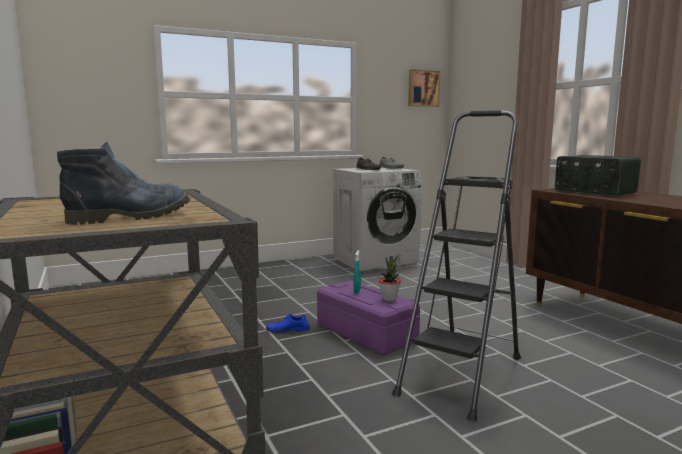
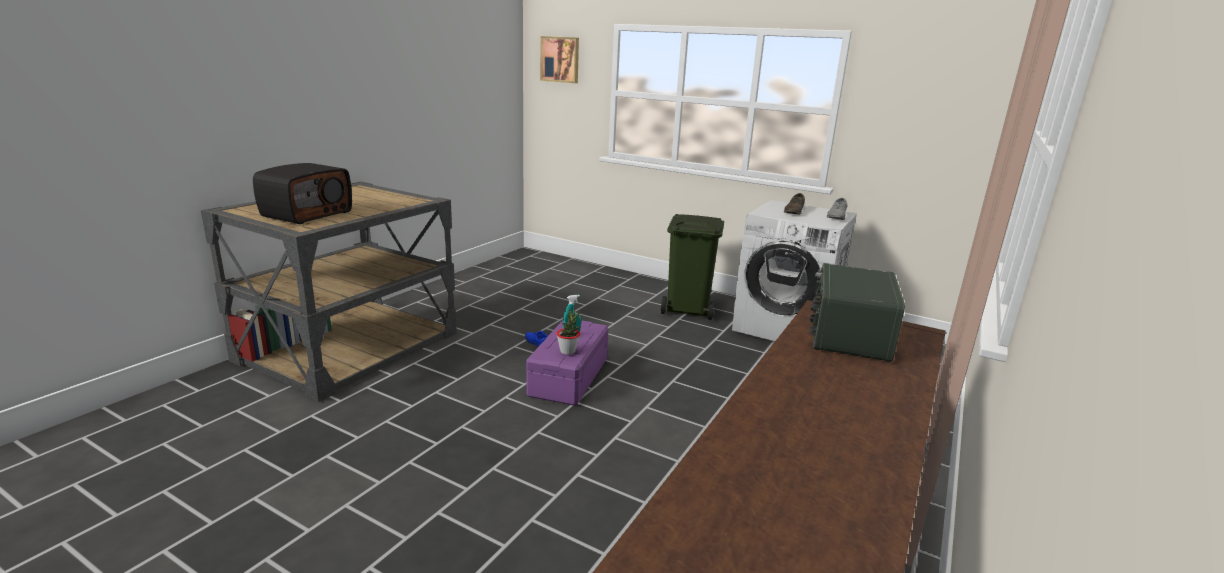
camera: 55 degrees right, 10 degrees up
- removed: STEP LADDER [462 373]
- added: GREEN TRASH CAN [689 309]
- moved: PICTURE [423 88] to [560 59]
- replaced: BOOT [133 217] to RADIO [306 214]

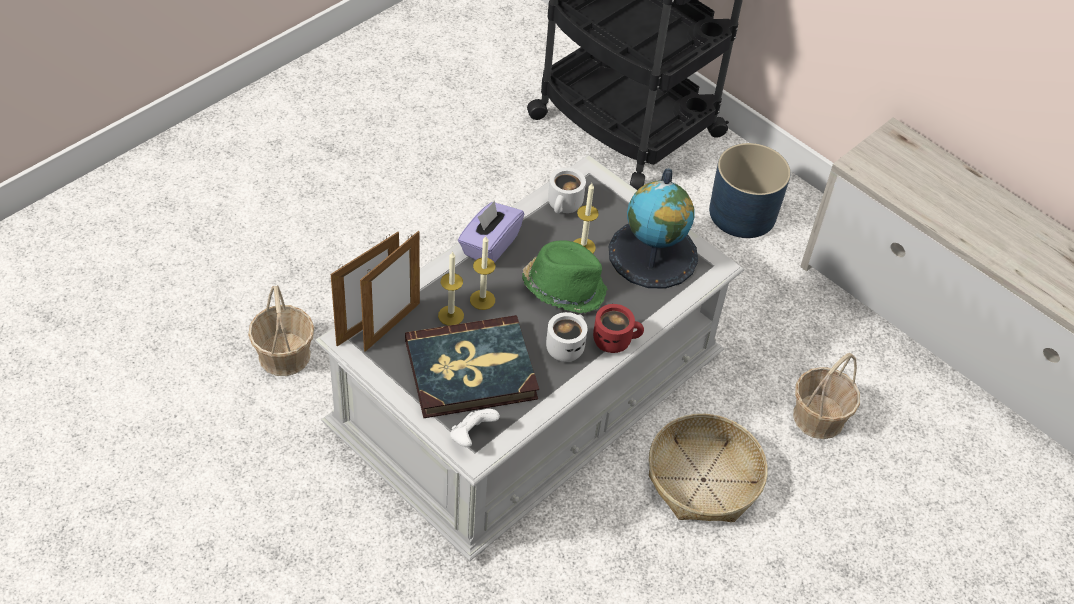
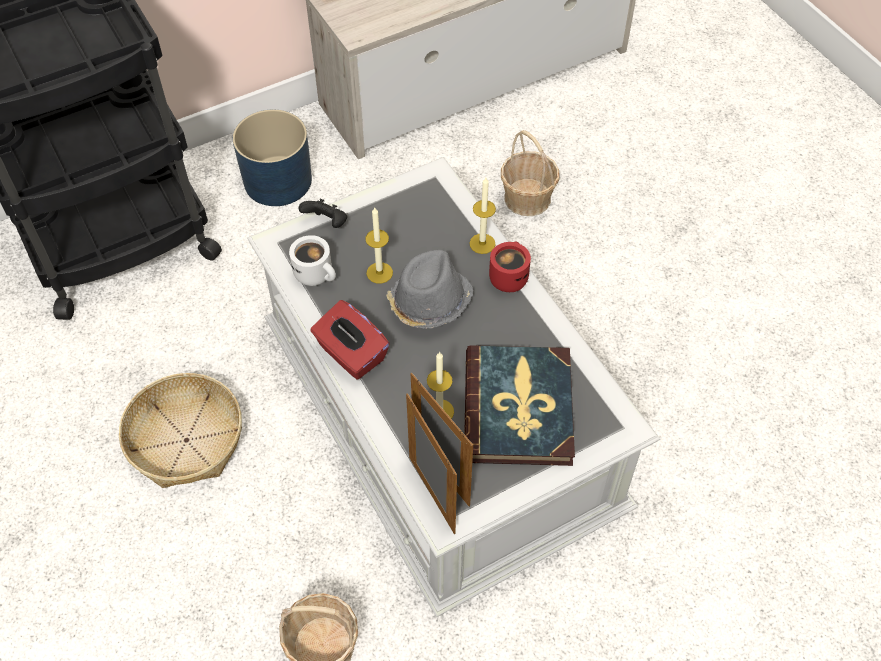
camera: 70 degrees left, 5 degrees up
- removed: WHITE GAME CONTROLLER [471 436]
- removed: WHITE MUG [565 346]
- removed: GLOBE [653 254]
- added: BLACK GAME CONTROLLER [327 223]
- moved: CANDLE [482 300] to [482 243]
- moved: BASKET [703 479] to [186 440]
- recoloured: PURPLE TISSUE BOX [489 245] to RED TISSUE BOX [351 354]
- recoloured: GREEN HAT [564 287] to GREY HAT [429 302]

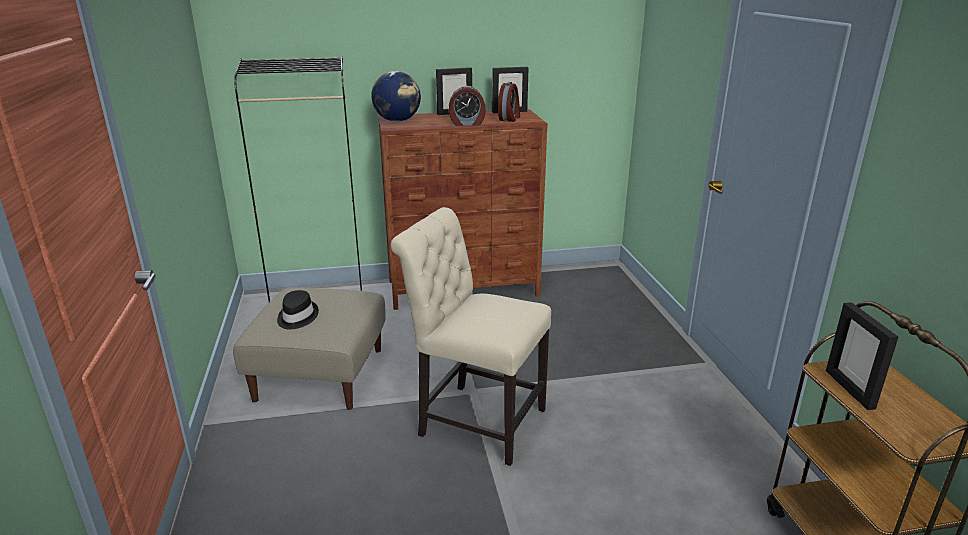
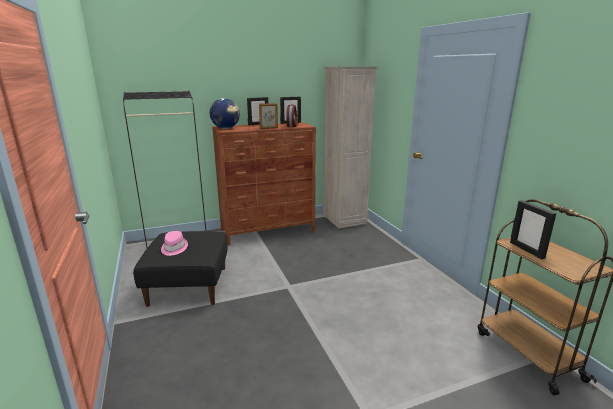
camera: 10 degrees left, 5 degrees down
- removed: BEIGE CHAIR [475 419]
- added: BEIGE CABINET [344 219]
- replaced: ALARM CLOCK [467 123] to PICTURE FRAME [269 128]
- recoloured: BEIGE OTTOMAN [320 373] to BLACK OTTOMAN [188 285]
- recoloured: BLACK HAT [297 317] to PINK HAT [174 248]

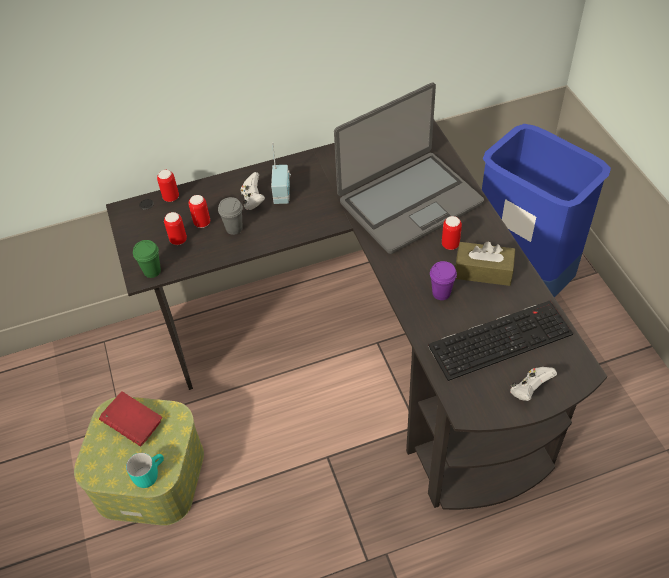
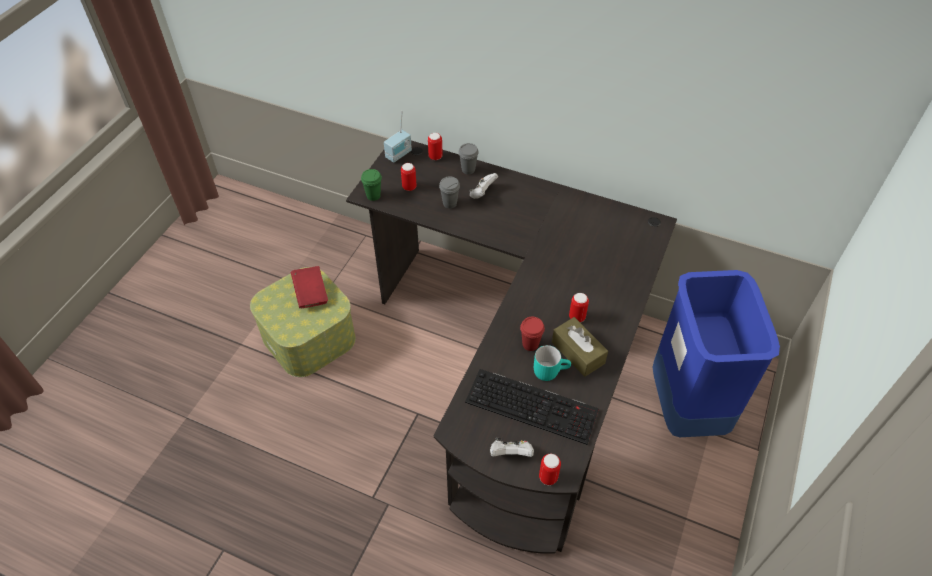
camera: 40 degrees right, 0 degrees up
- removed: LAPTOP [409 202]
- added: GREY CUP [468 170]
- moved: TURQUOISE MUG [148 473] to [549 370]
- moved: CAN [202 223] to [548 477]
- moved: RADIO [283 194] to [399 155]
- recoloured: PURPLE CUP [441 293] to RED CUP [530 344]

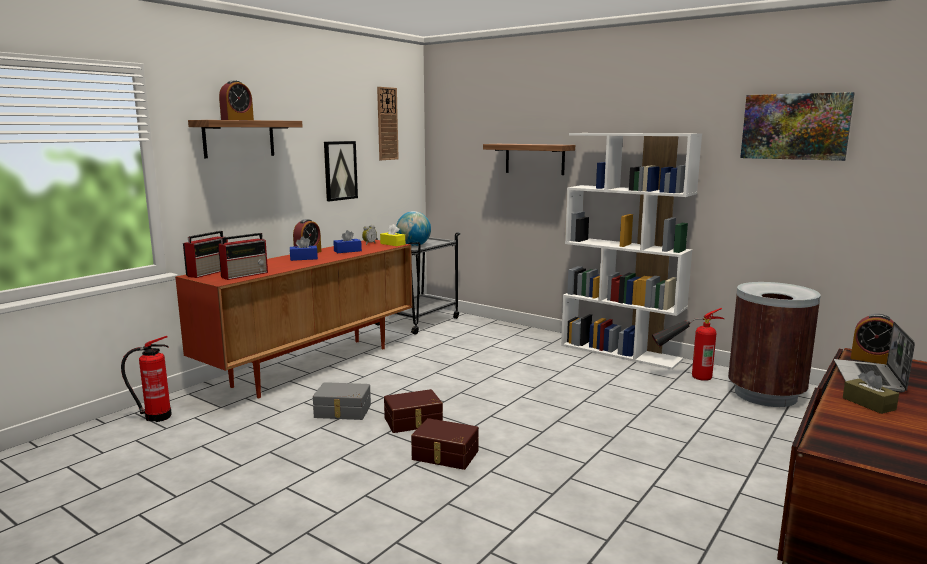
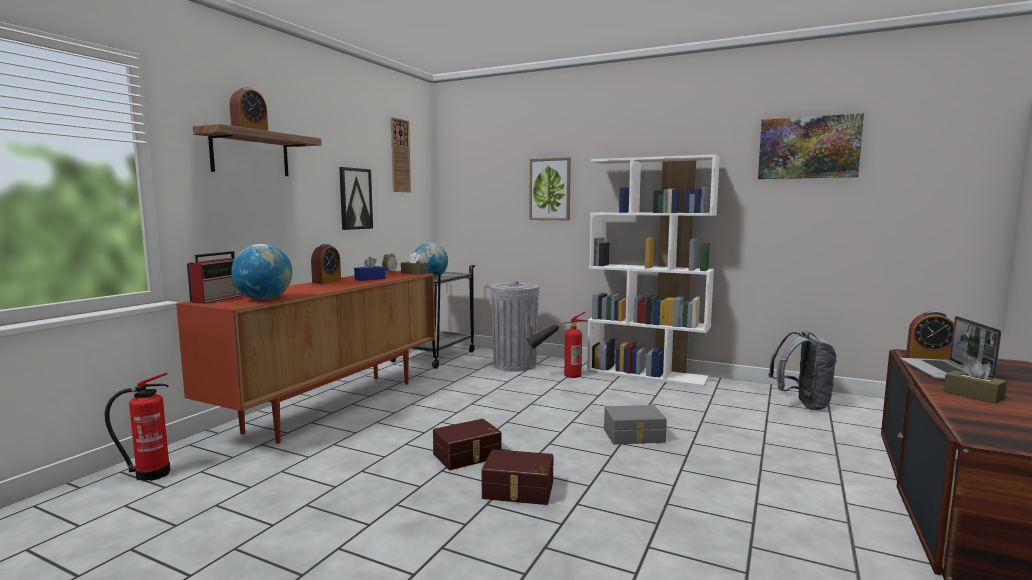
camera: 10 degrees left, 5 degrees down
- removed: BLUE TISSUE BOX [303 258]
- added: GREY TRASH CAN [514 365]
- moved: GREY STORAGE BOX [342 411] to [634 436]
- moved: FIRE EXTINGUISHER [683 377] to [557 376]
- replaced: RADIO [245 275] to GLOBE [264 299]
- replaced: SHELF [534 159] to PICTURE [550 189]
- replaced: BROWN TRASH CAN [765 394] to GREY BACKPACK [802 404]
- recoloured: YELLOW TISSUE BOX [392 244] to BROWN TISSUE BOX [414 273]

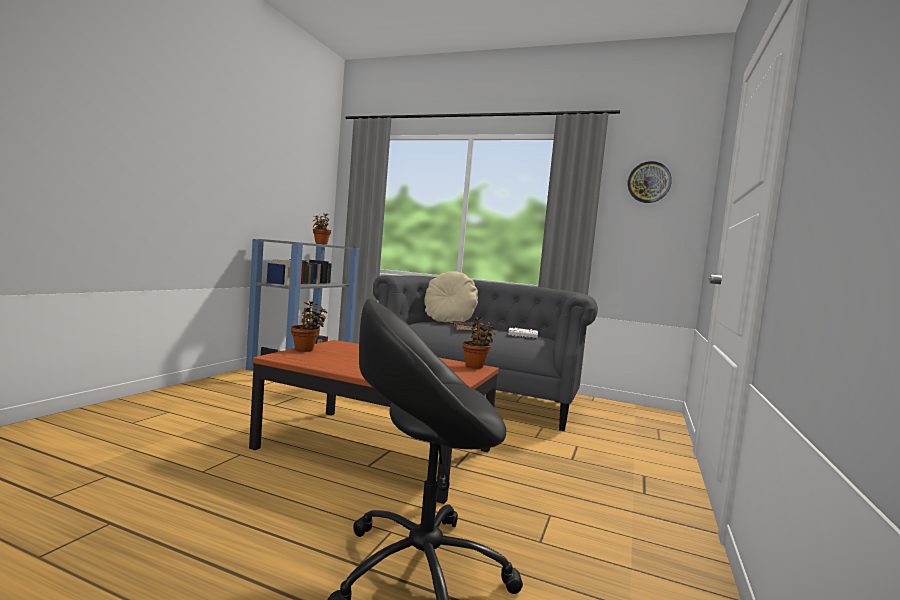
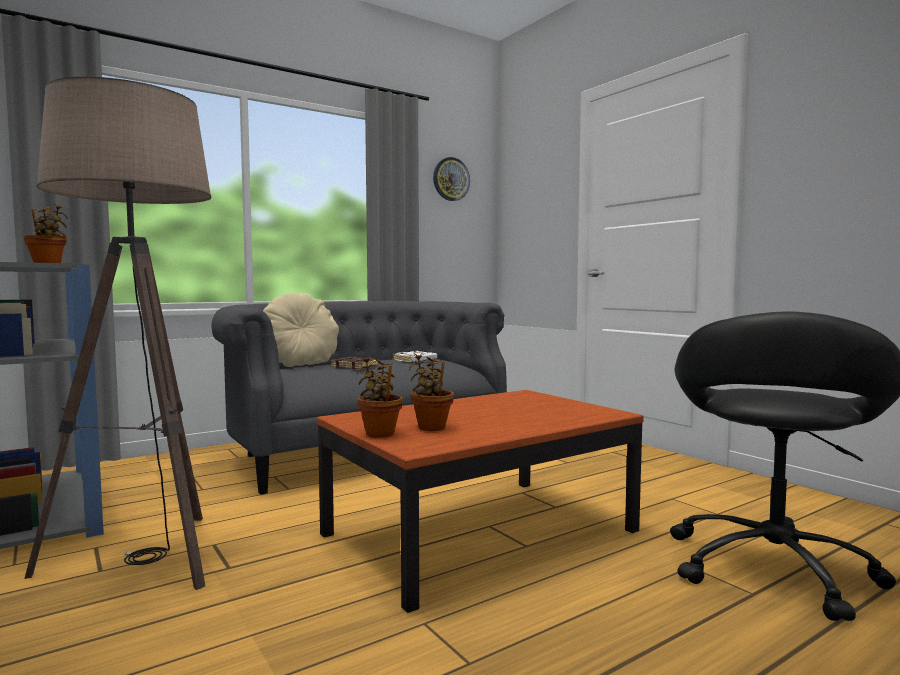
camera: 55 degrees left, 0 degrees up
- added: FLOOR LAMP [146 558]
- moved: POTTED PLANT [475 366] to [431 427]

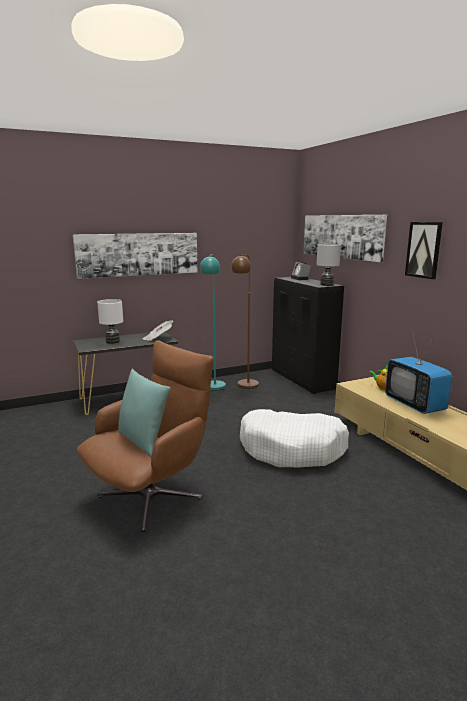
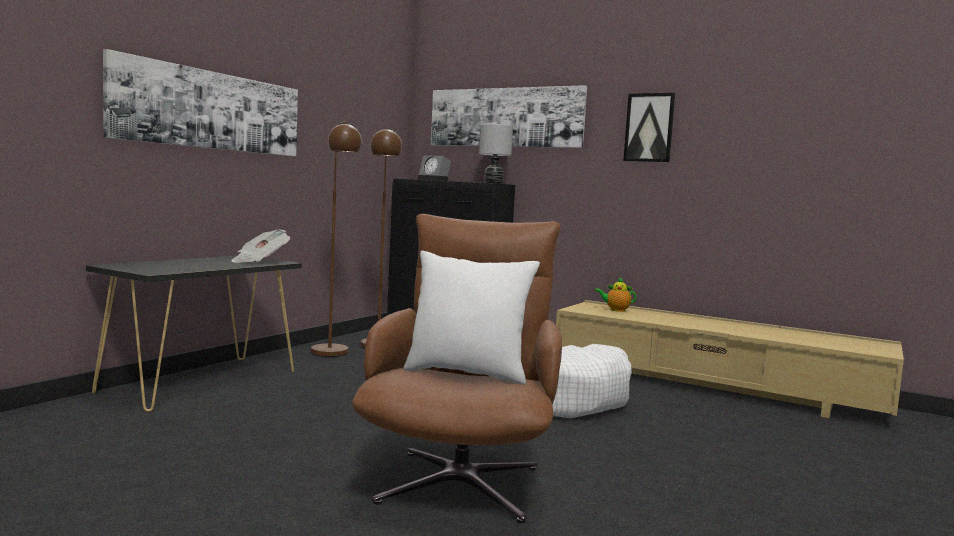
camera: 35 degrees left, 10 degrees down
- removed: WHITE TABLE LAMP [112 341]
- removed: TELEVISION [414 405]
- recoloured: TURQUOISE PILLOW [143 441] to WHITE PILLOW [467 373]
- recoloured: TURQUOISE FLOOR LAMP [214 389] to BROWN FLOOR LAMP [333 355]

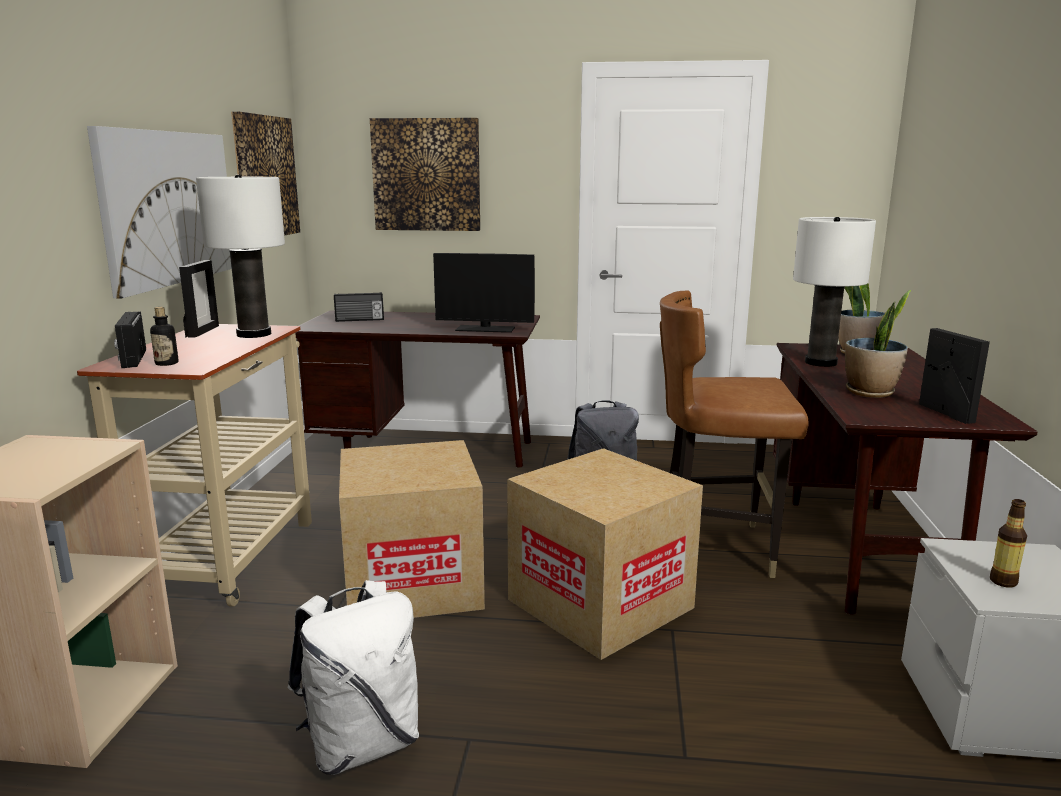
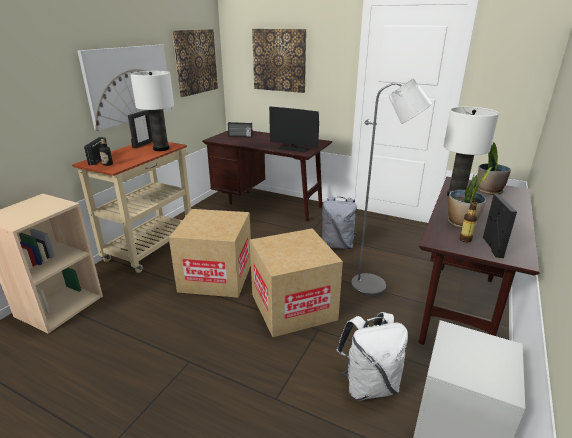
camera: 20 degrees right, 10 degrees up
- moved: WHITE BACKPACK [361 744] to [369 385]
- moved: BOTTLE [1003 581] to [465 239]
- replaced: BROWN CHAIR [715 547] to GREY FLOOR LAMP [375 287]

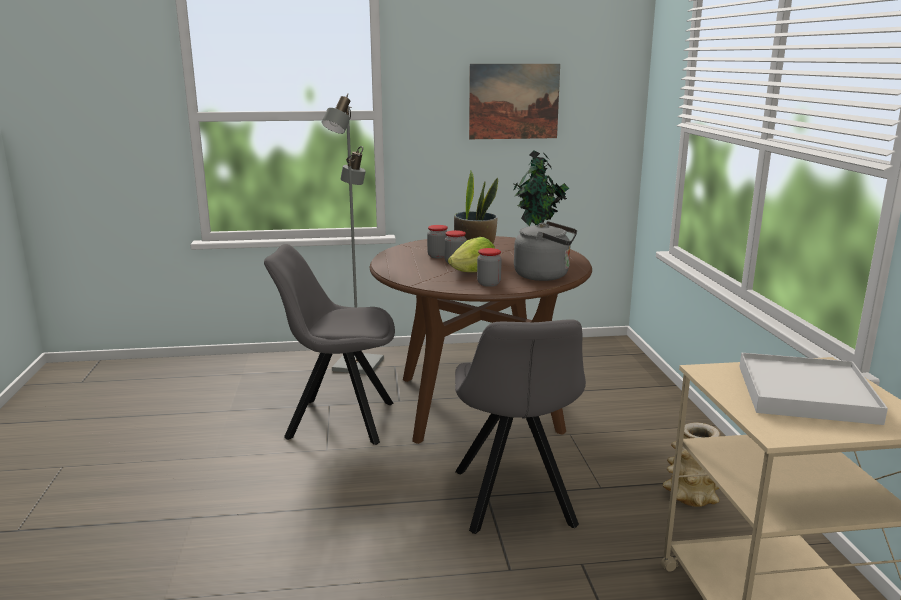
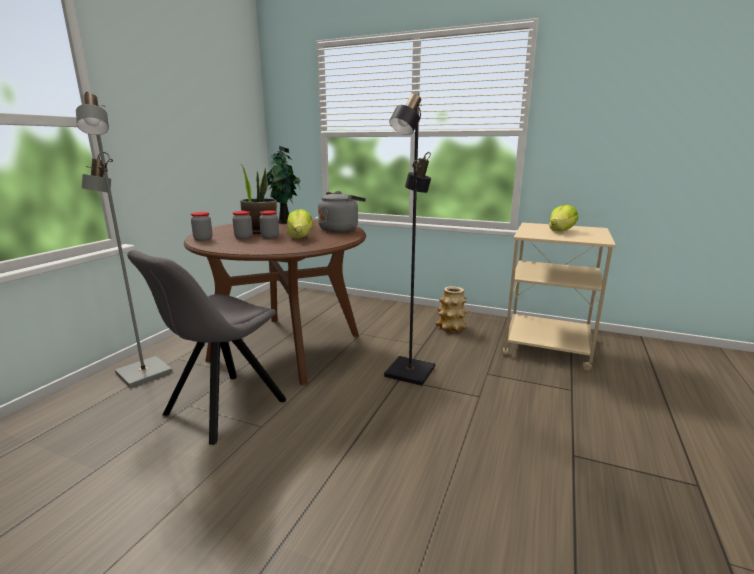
camera: 60 degrees left, 0 degrees up
- removed: PICTURE [514 101]
- moved: JAR [489 284] to [203 239]
- replaced: GREY CHAIR [514 498] to BLACK FLOOR LAMP [410 371]
- replaced: WHITE TRAY [806 394] to LETTUCE [561 231]

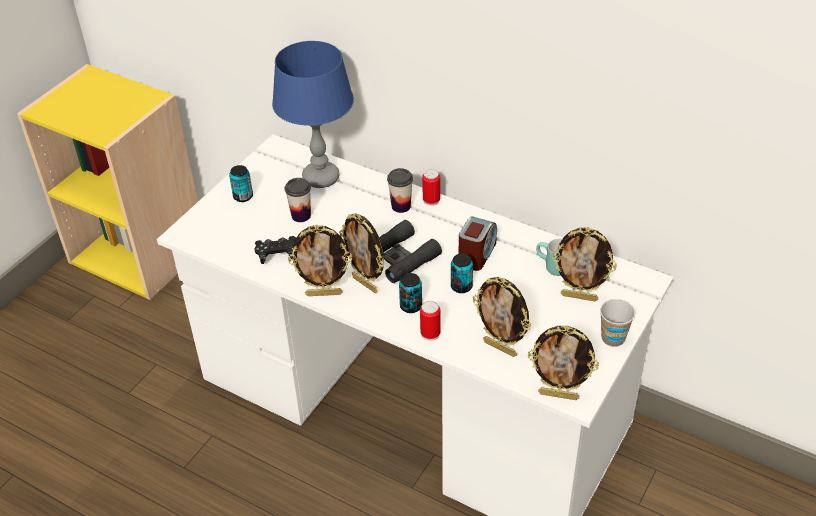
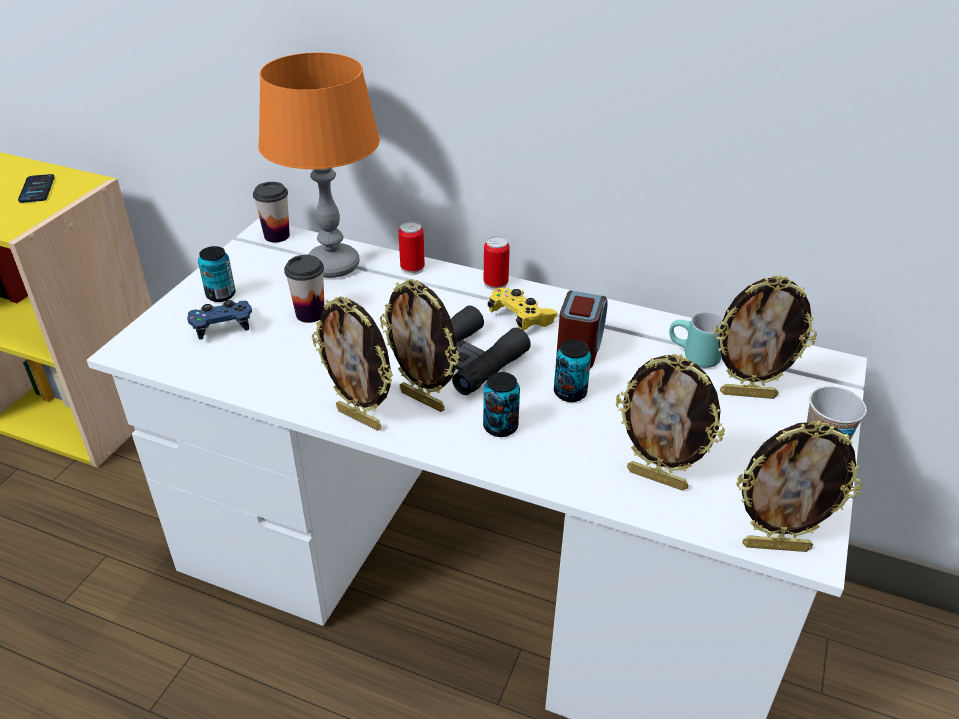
camera: 10 degrees left, 5 degrees down
- removed: BLACK GAME CONTROLLER [277 255]
- added: PHONE [37 189]
- added: BLUE GAME CONTROLLER [222 327]
- added: YELLOW GAME CONTROLLER [520 318]
- moved: CUP [401 206] to [277 236]
- moved: CAN [430 333] to [412 268]
- recoloured: BLUE TABLE LAMP [321 178] to ORANGE TABLE LAMP [334 265]
- turned: PICTURE FRAME [324 293] = [360 418] 45 degrees clockwise

